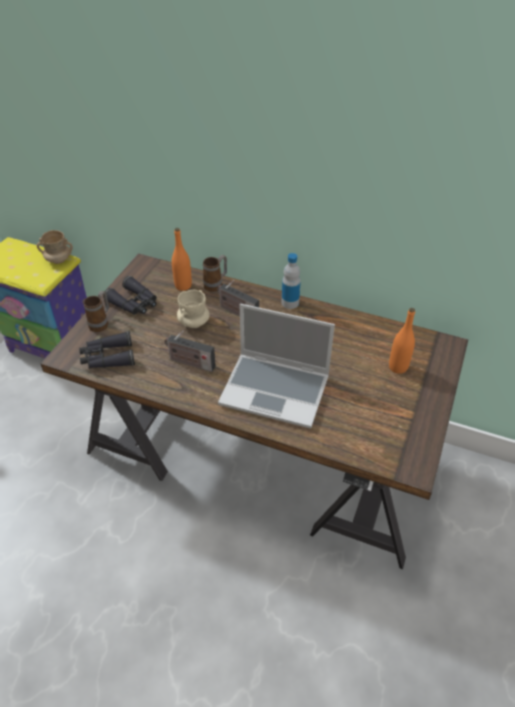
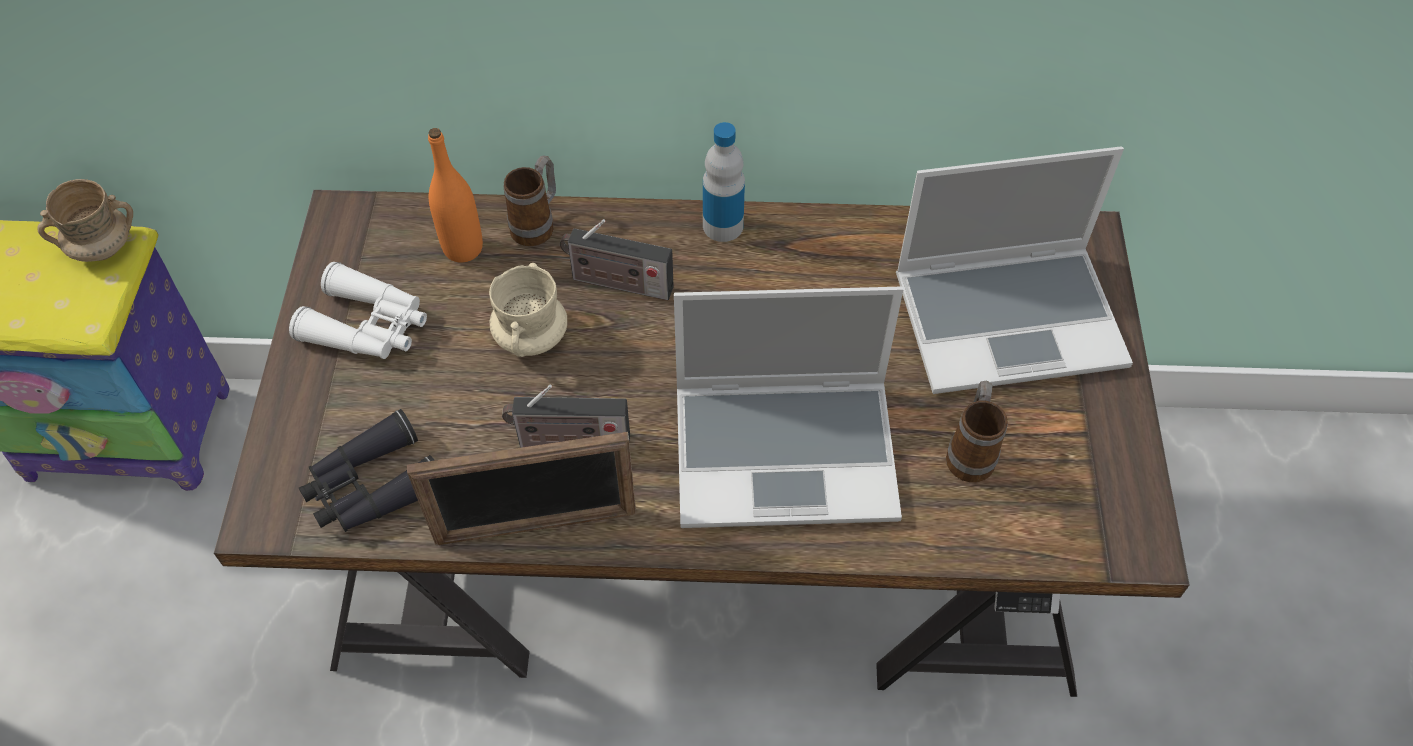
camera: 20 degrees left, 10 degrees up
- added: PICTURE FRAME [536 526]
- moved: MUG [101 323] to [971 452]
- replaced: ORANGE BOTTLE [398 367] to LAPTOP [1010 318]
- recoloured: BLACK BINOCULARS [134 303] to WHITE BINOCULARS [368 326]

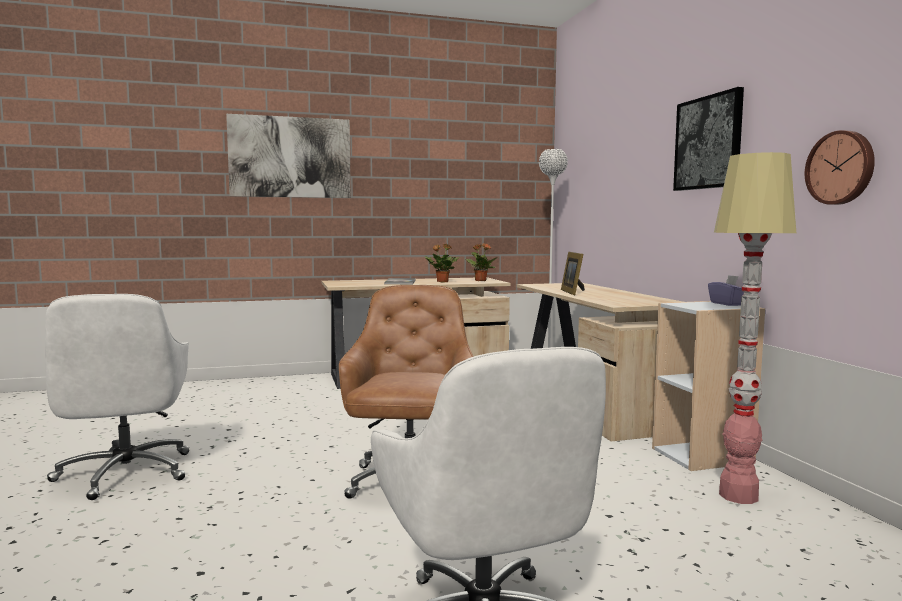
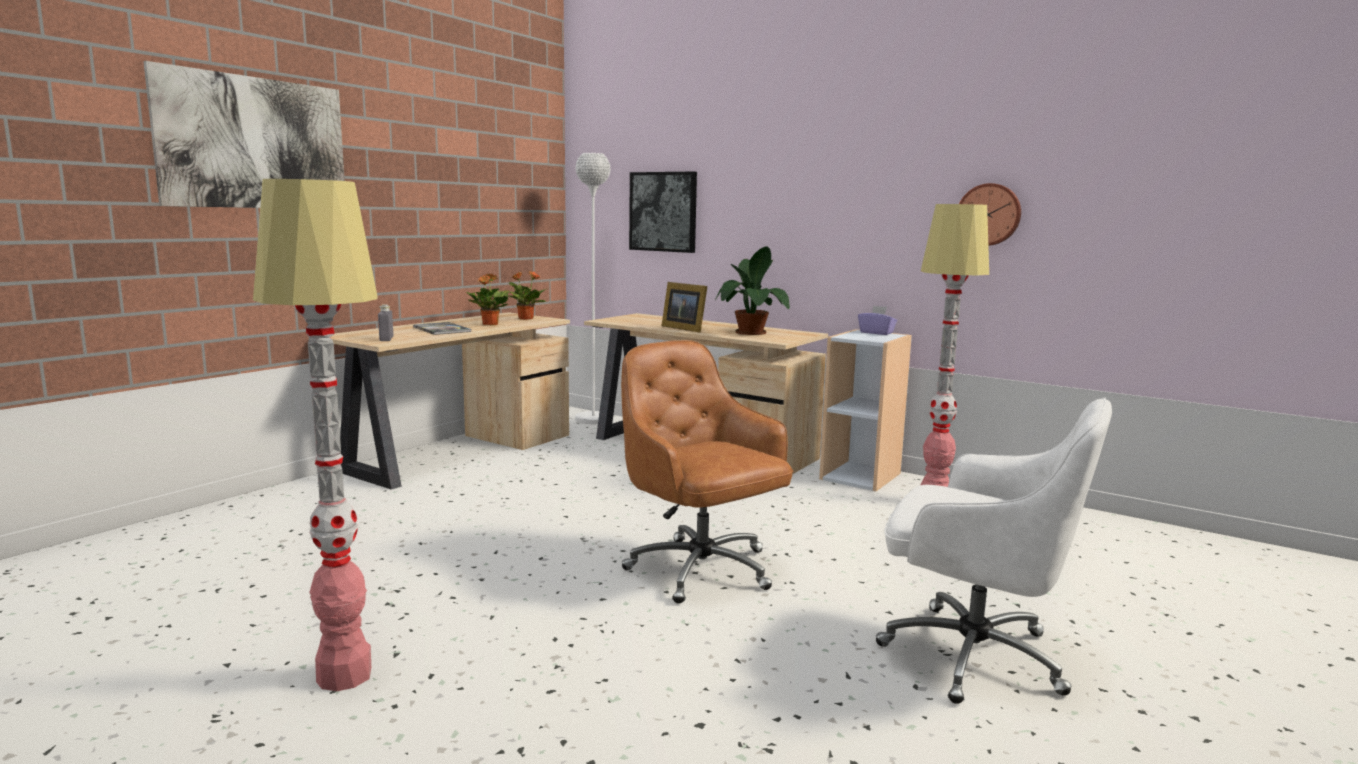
camera: 40 degrees left, 5 degrees up
- added: GREY BOTTLE [386 339]
- added: POTTED PLANT [750 333]
- moved: PICTURE [708 143] to [663 212]
- replaced: WHITE OFFICE CHAIR [125 473] to FLOOR LAMP [344 676]

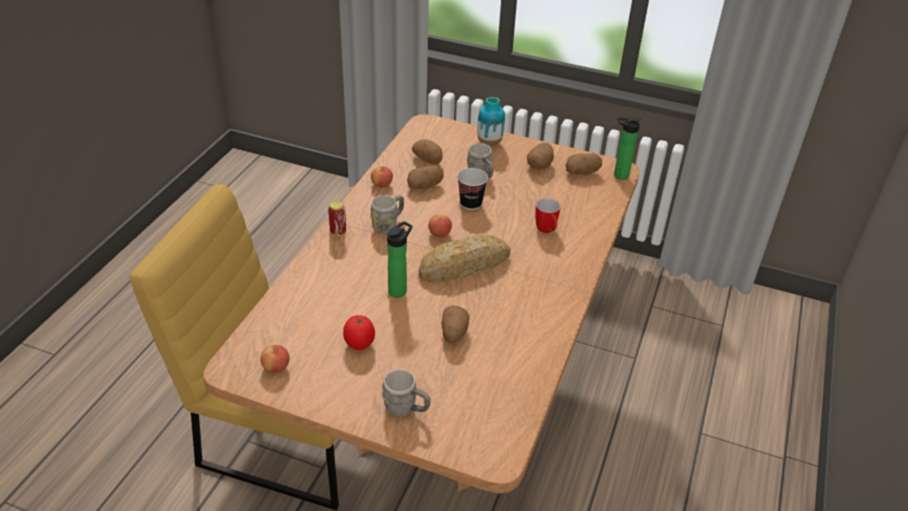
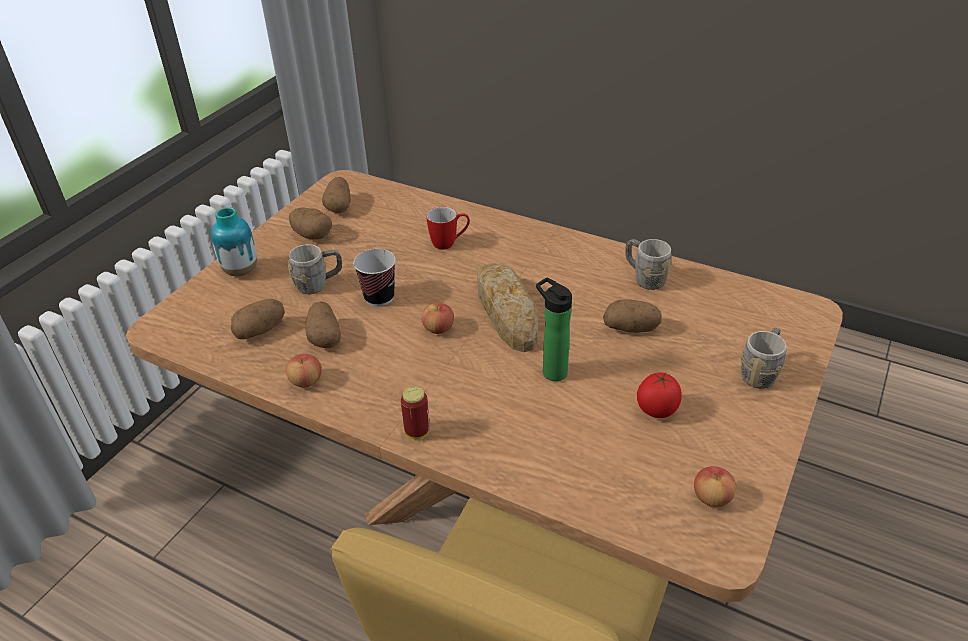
camera: 80 degrees left, 0 degrees up
- removed: BOTTLE [618 175]
- moved: GREY MUG [388 224] to [644 278]

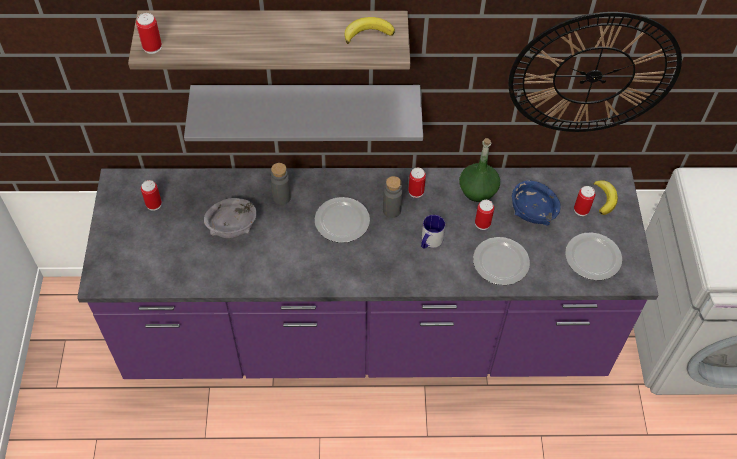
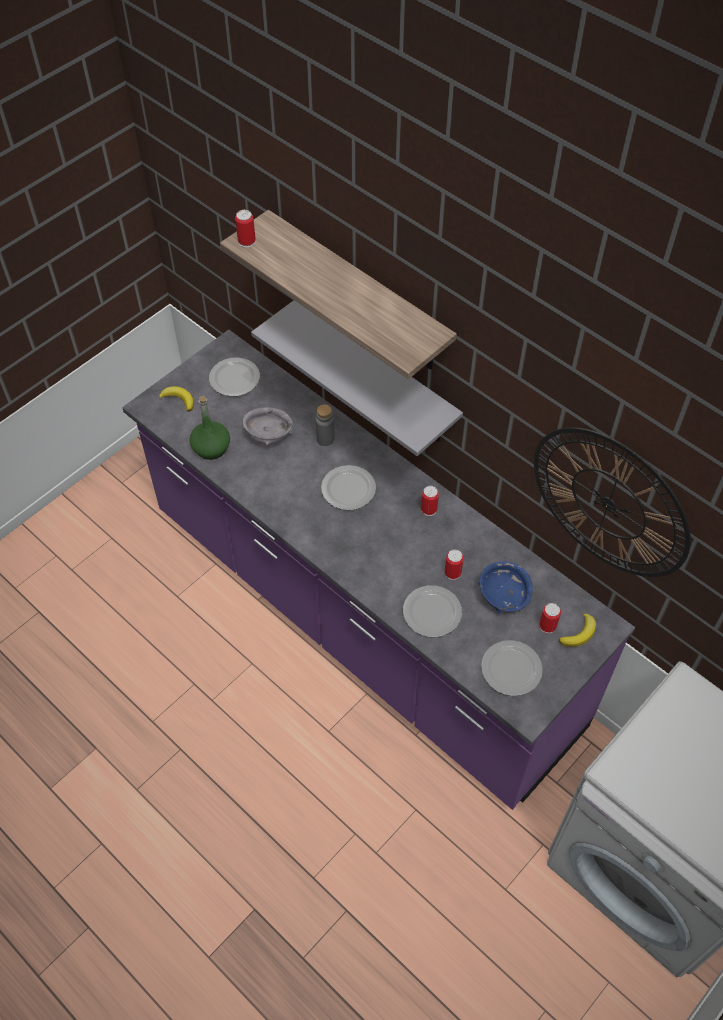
camera: 45 degrees right, 0 degrees up
- removed: GREY BOTTLE [391 210]
- removed: MUG [430 242]
- moved: BANANA [367 33] to [179 400]
- moved: GREEN BOTTLE [478 190] to [211 448]
- replaced: CAN [154 204] to PLATE [235 379]

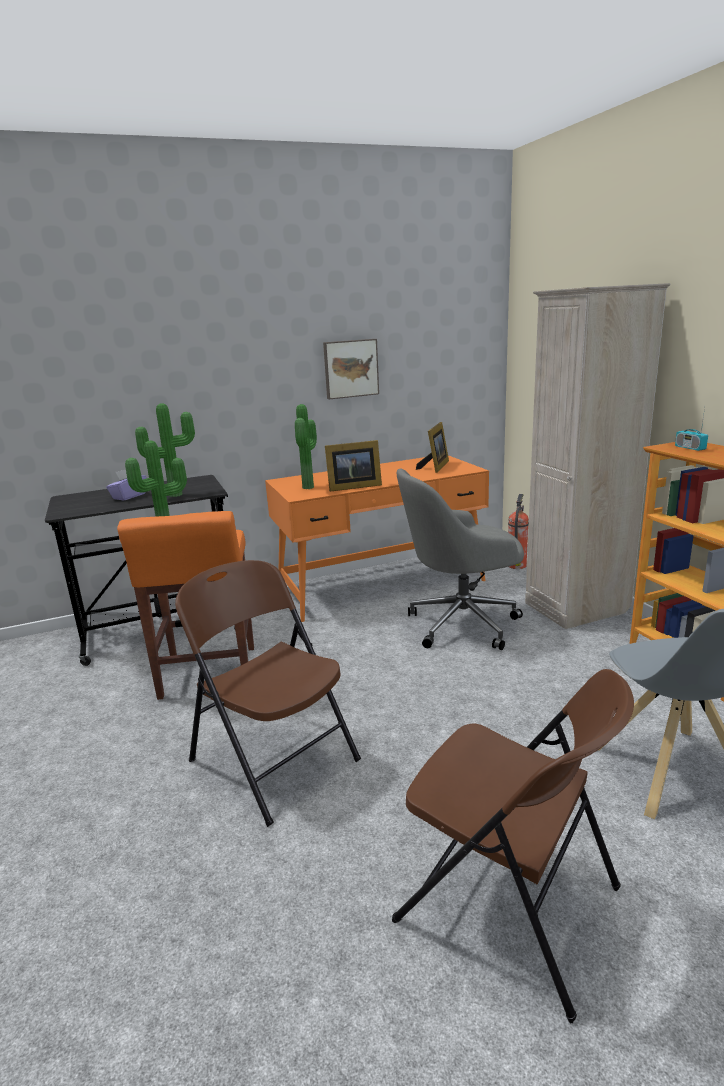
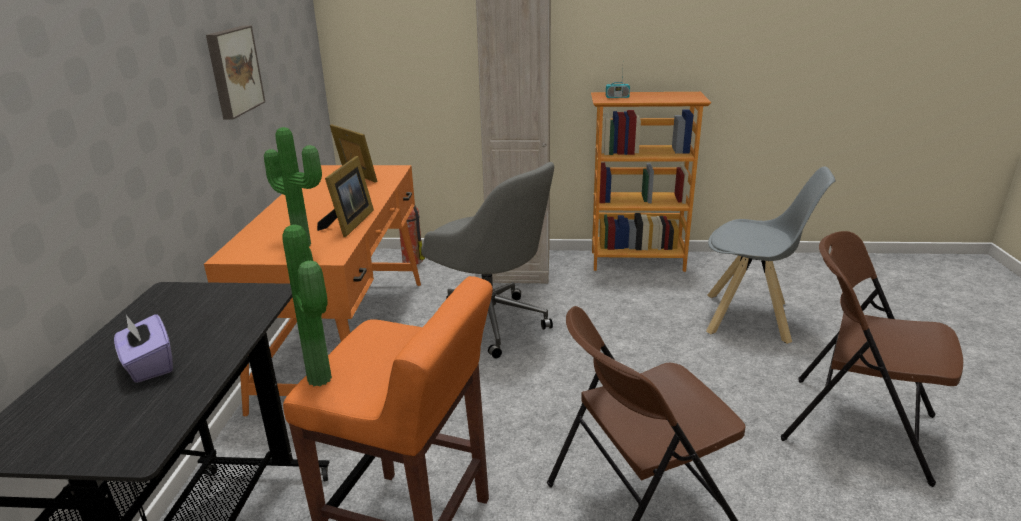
camera: 65 degrees left, 5 degrees up
- removed: POTTED PLANT [175 494]
- turned: BROWN CHAIR [508 904] = [858 427] 120 degrees counterclockwise
- turned: GREY OFFICE CHAIR [461 625] = [490 324] 60 degrees counterclockwise

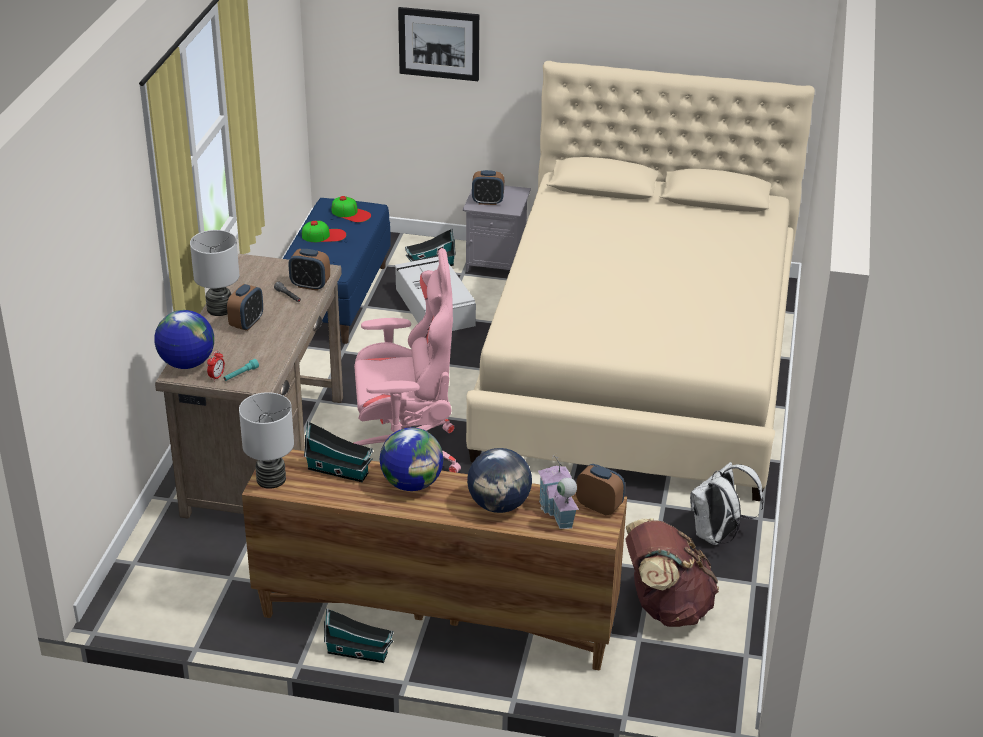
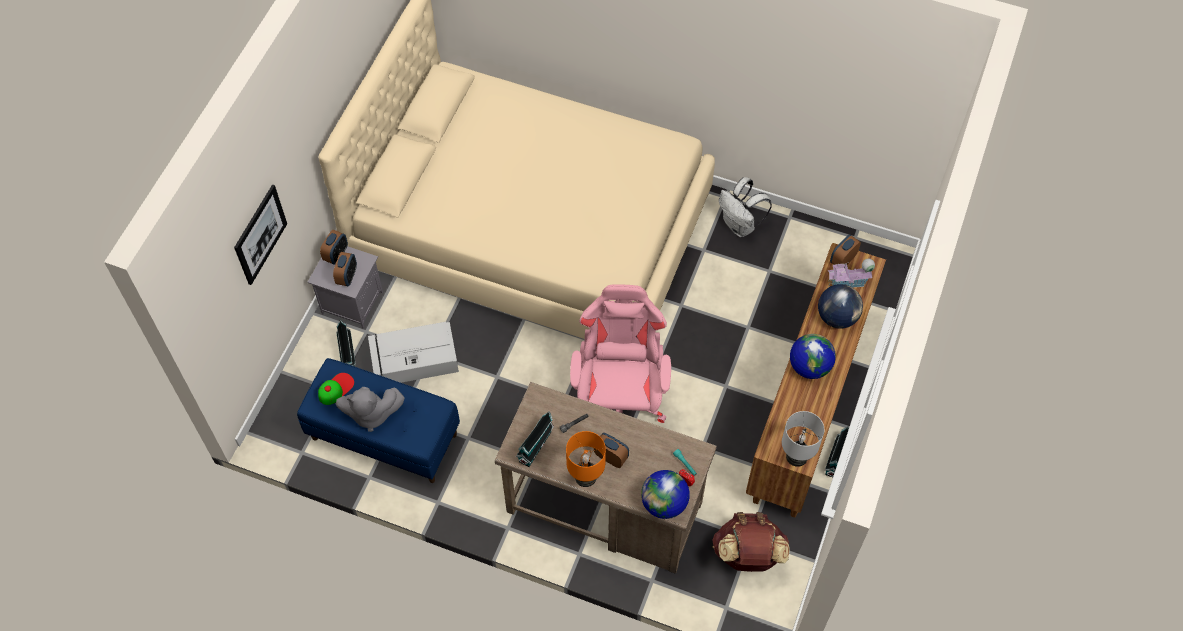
camera: 80 degrees left, 25 degrees up
- moved: ALARM CLOCK [310 285] to [336 255]
- moved: TOY HOUSE [340 472] to [536 445]
- moved: BROWN BACKPACK [666 607] to [748 555]
- replaced: CAP [324 235] to GREY PLUSH TOY [371 414]
- recoloured: GREY TABLE LAMP [220 309] to ORANGE TABLE LAMP [585 477]

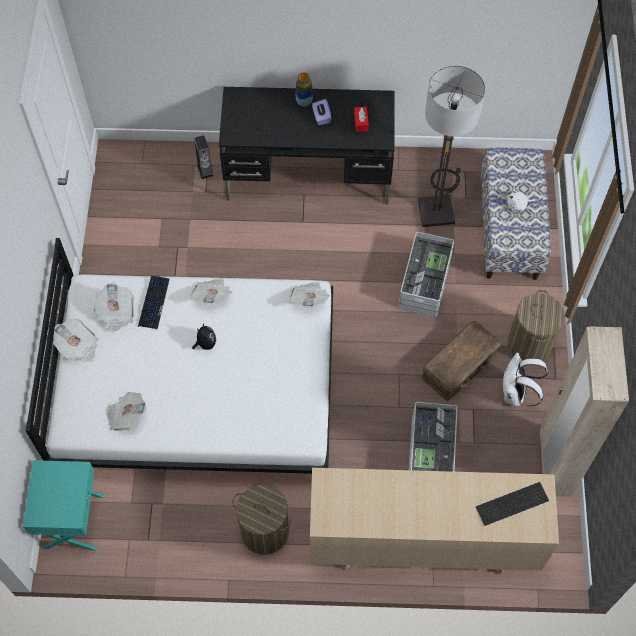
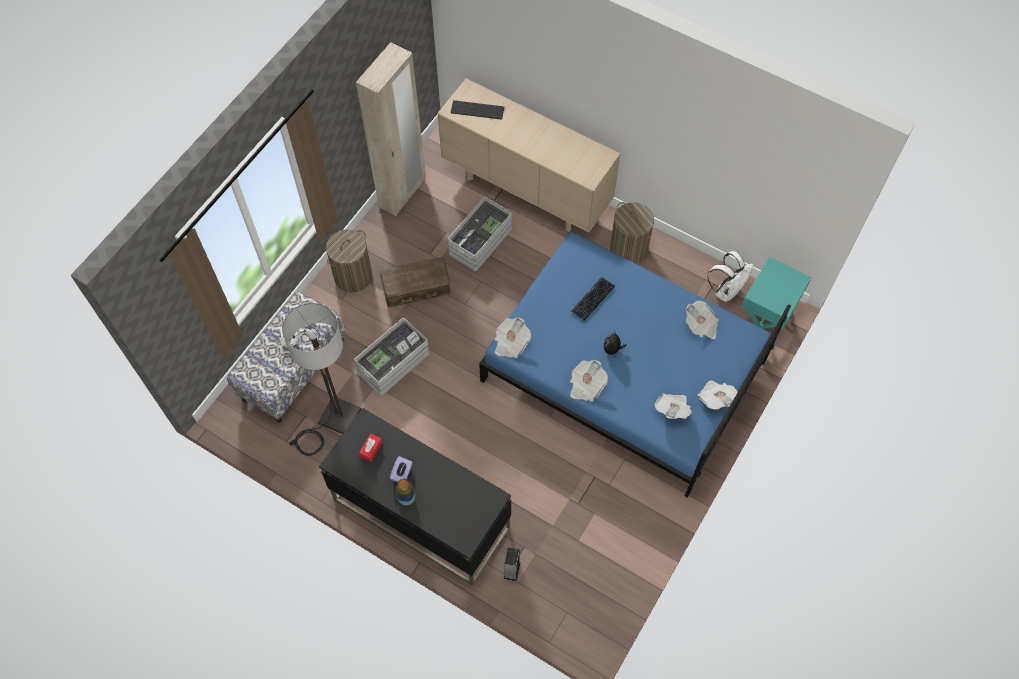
camera: 150 degrees left, 0 degrees up
- moved: KEYBOARD [153 302] to [592 299]
- moved: WHITE BACKPACK [516 394] to [726 290]
- recoloured: WHITE BED [198 389] to BLUE BED [624 370]

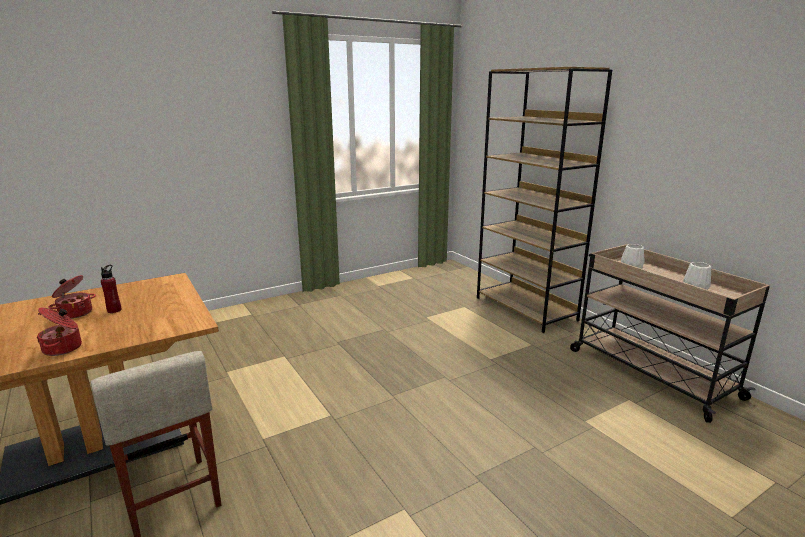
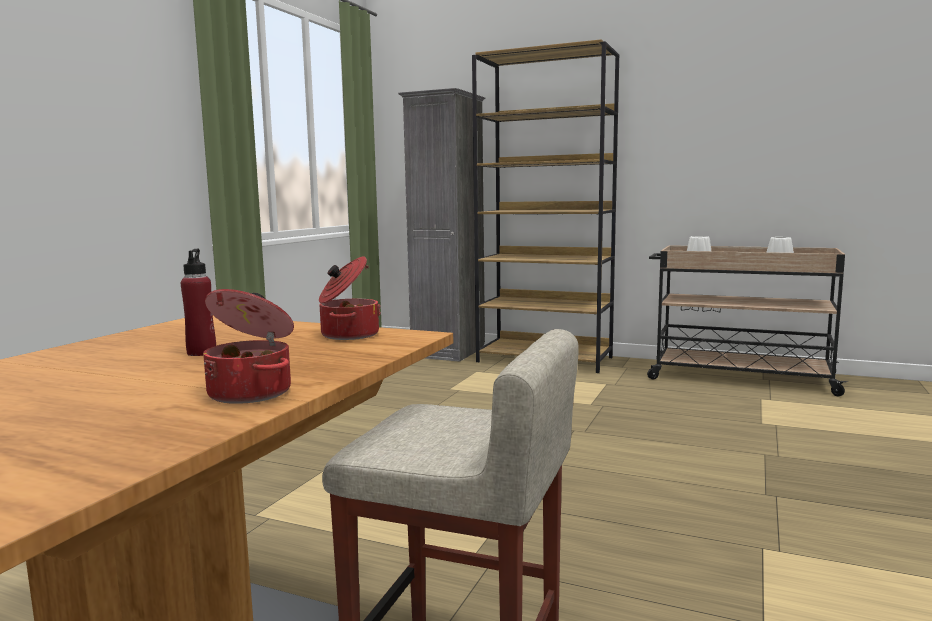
camera: 35 degrees left, 10 degrees down
- added: GREY CABINET [449 352]
- moved: COOKING POT [75 313] to [348 335]

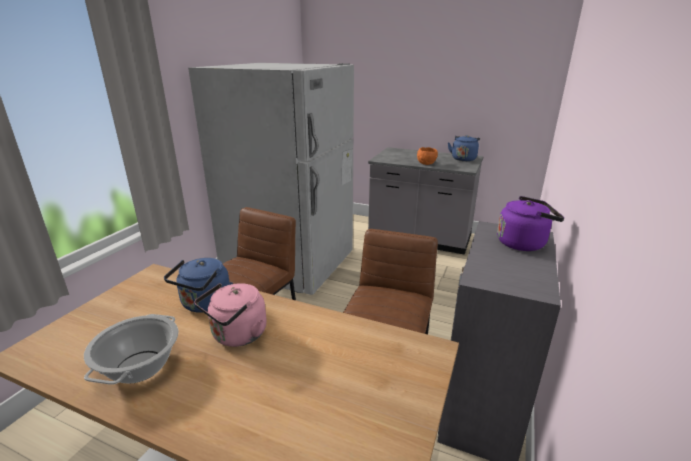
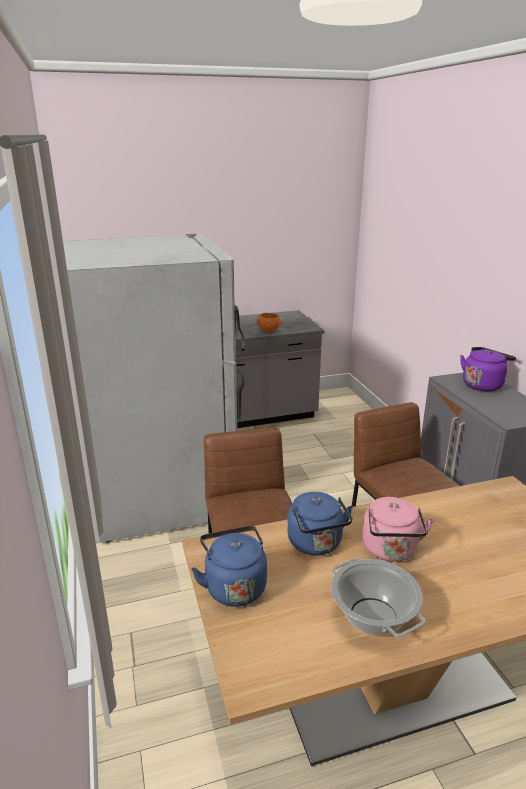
camera: 40 degrees left, 0 degrees up
- moved: BLUE KETTLE [463 158] to [234 586]

